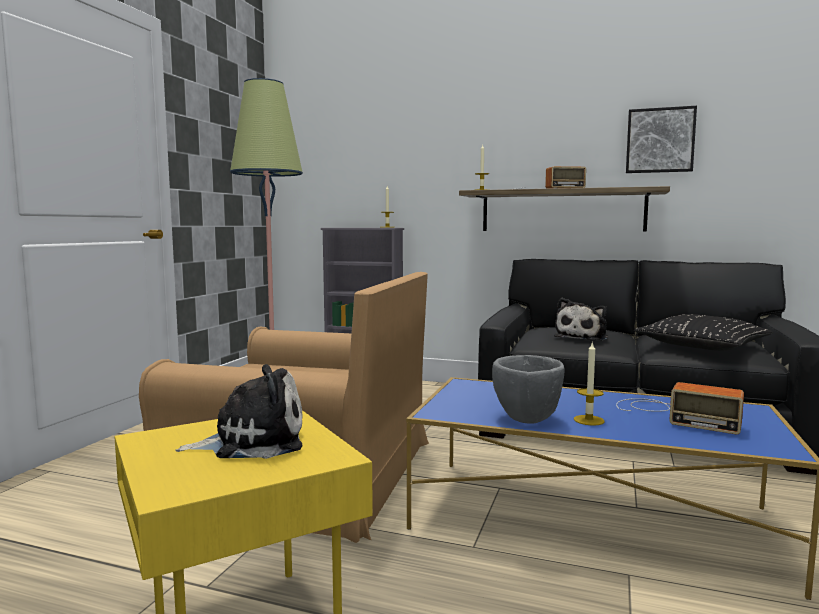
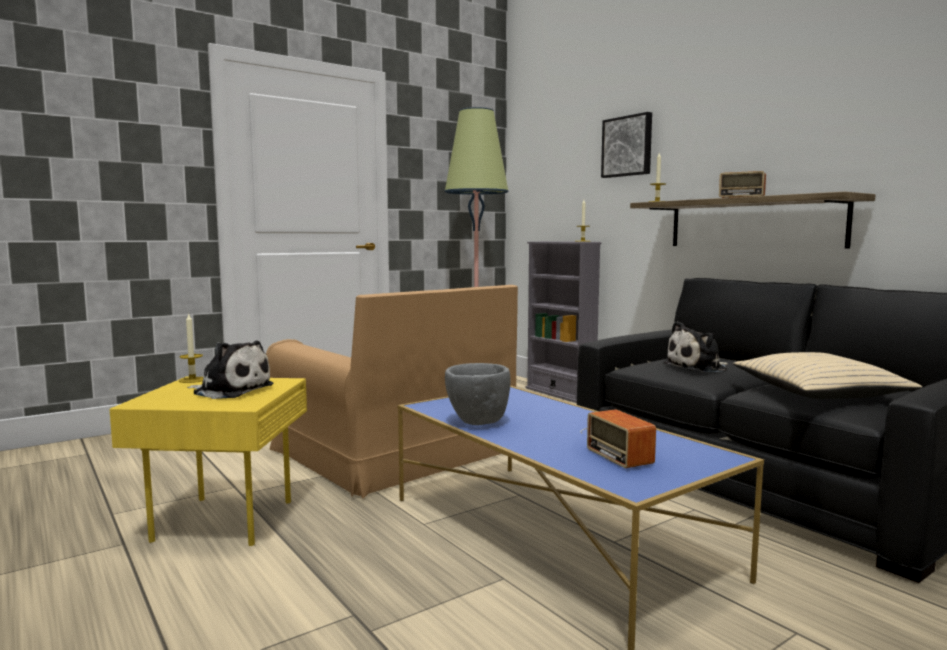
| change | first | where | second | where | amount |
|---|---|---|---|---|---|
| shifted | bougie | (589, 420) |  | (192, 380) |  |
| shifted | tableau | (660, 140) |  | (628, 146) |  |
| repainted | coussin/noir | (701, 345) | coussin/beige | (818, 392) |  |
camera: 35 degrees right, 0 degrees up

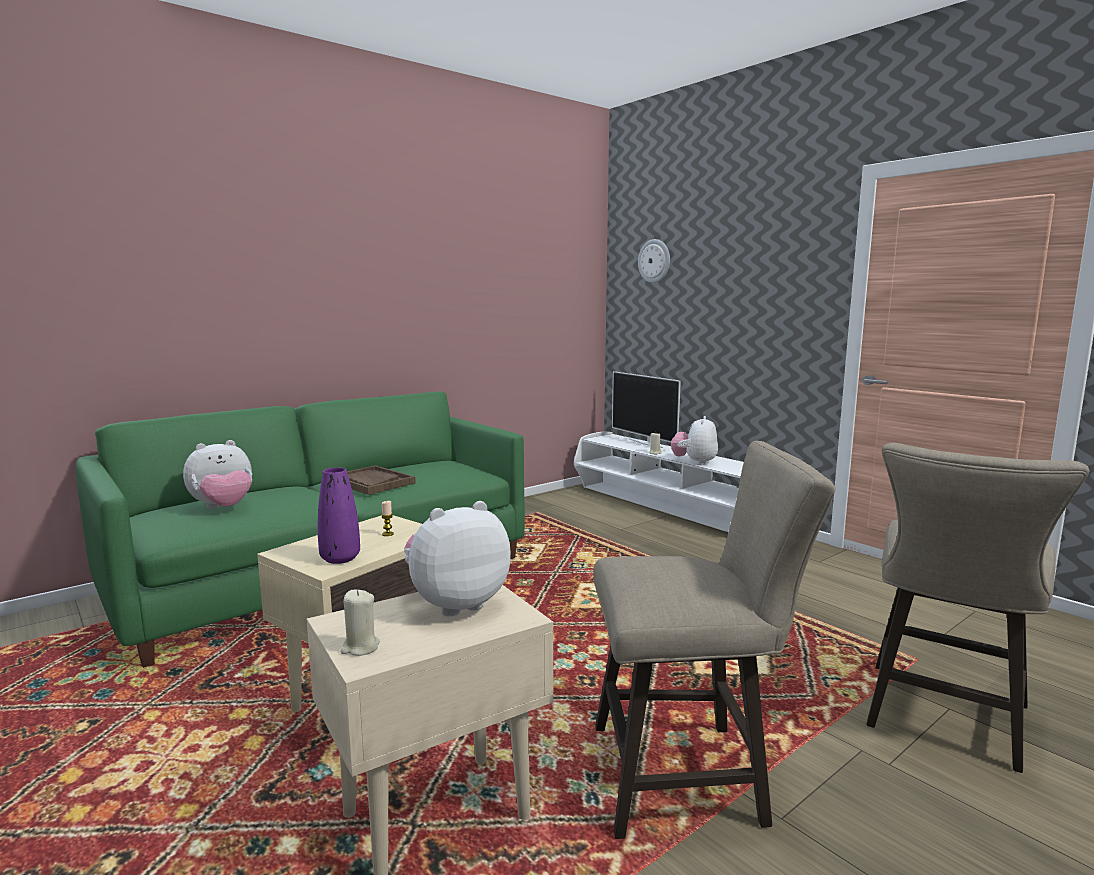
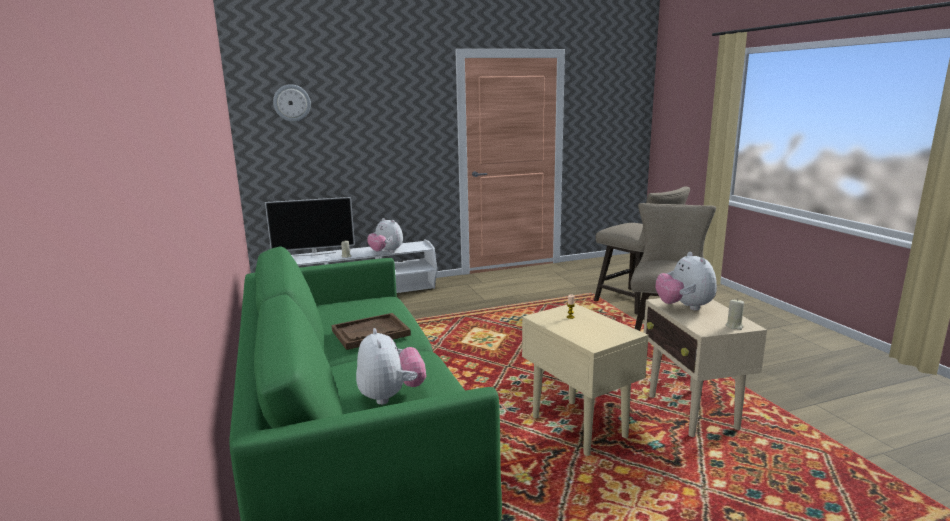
| change | first | where | second | where | amount |
|---|---|---|---|---|---|
| gone | vase/violet | (340, 559) |  |  |  |
camera: 70 degrees left, 5 degrees up

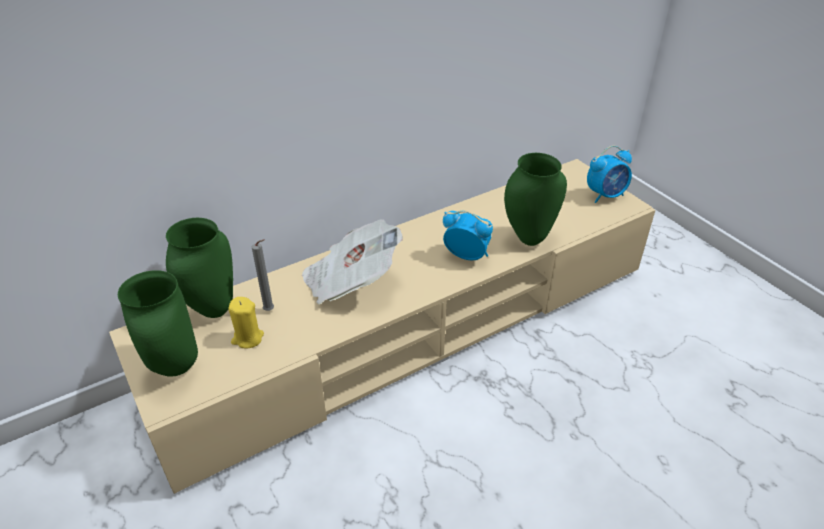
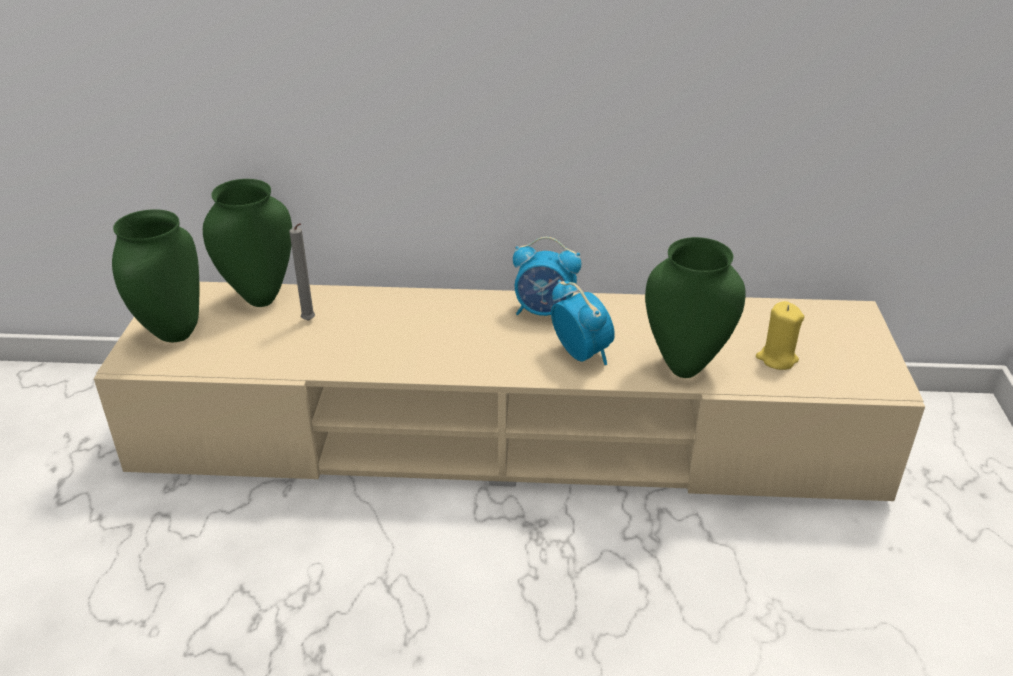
| change | first | where | second | where | amount |
|---|---|---|---|---|---|
| gone | journal | (351, 281) |  |  |  |
| shifted | bougie/jaune | (247, 338) |  | (776, 359) |  |
| shifted | réveil | (605, 195) |  | (544, 312) |  |
camera: 35 degrees right, 5 degrees down

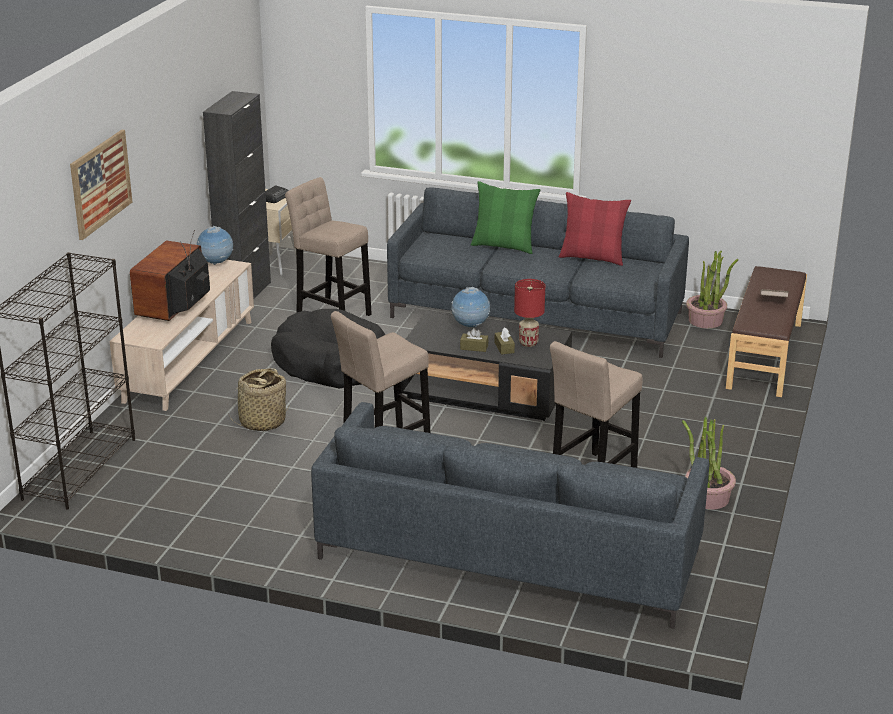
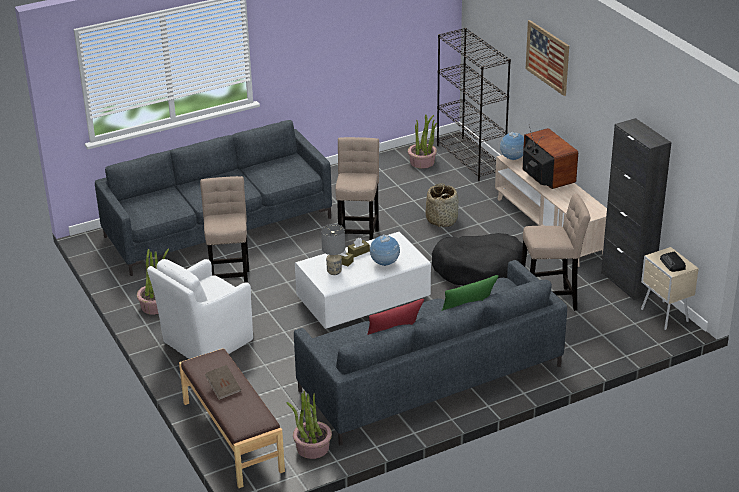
| change | first | where | second | where | amount |
|---|---|---|---|---|---|
| new |  |  | fauteuil/blanc | (205, 342) |  |
| new |  |  | plante en pot | (422, 162) |  |
| shifted | globe | (216, 263) |  | (513, 159) |  |
| repainted | table basse/noir | (486, 392) | table basse/blanc | (363, 301) |  |
| repainted | lampe de table/rouge | (528, 343) | lampe de table/gris | (334, 271) |  |
camera: 135 degrees right, 5 degrees up

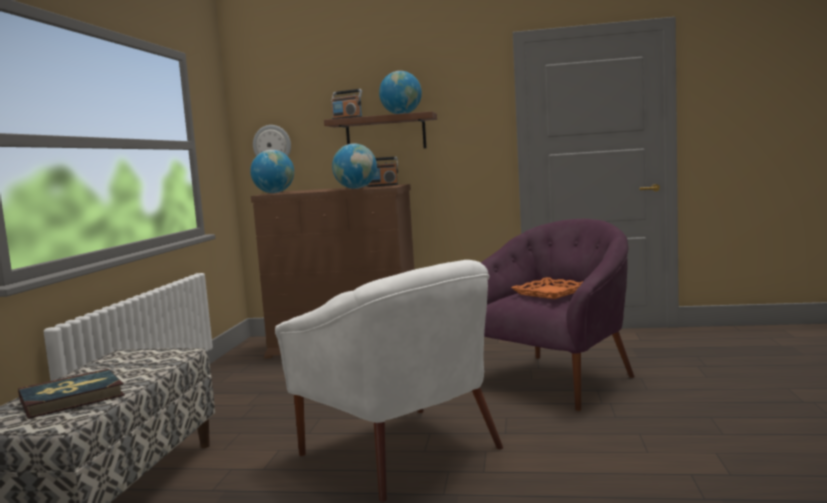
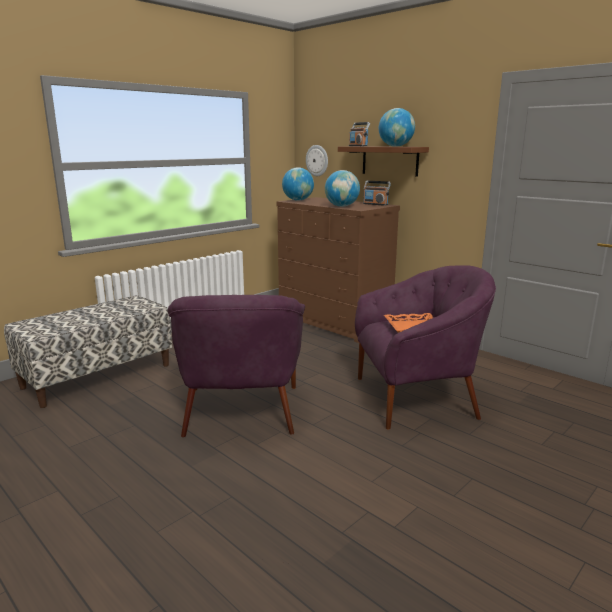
| change | first | where | second | where | amount |
|---|---|---|---|---|---|
| gone | livre | (72, 397) |  |  |  |
| repainted | fauteuil/blanc | (403, 451) | fauteuil/violet | (241, 410) |  |
camera: 35 degrees right, 10 degrees up

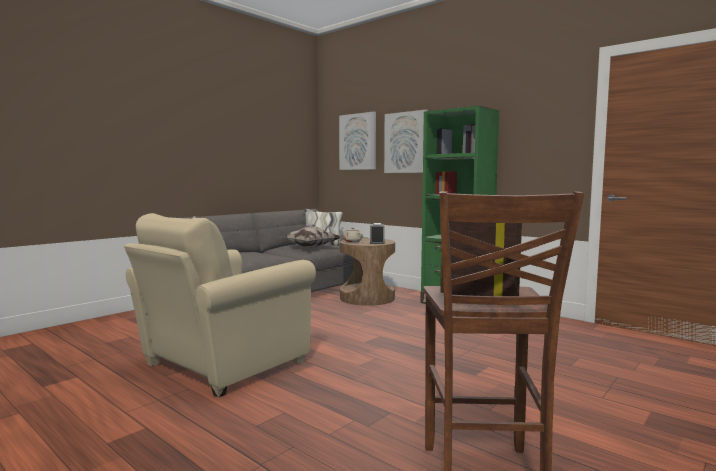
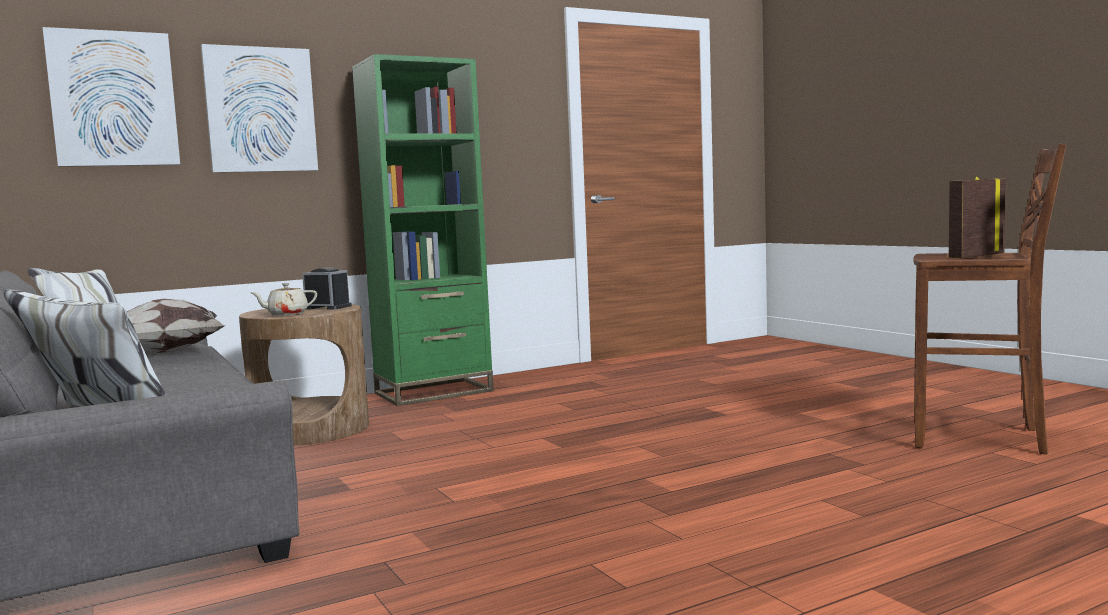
| change | first | where | second | where | amount |
|---|---|---|---|---|---|
| gone | fauteuil/beige | (220, 365) |  |  |  |
camera: 70 degrees left, 0 degrees up

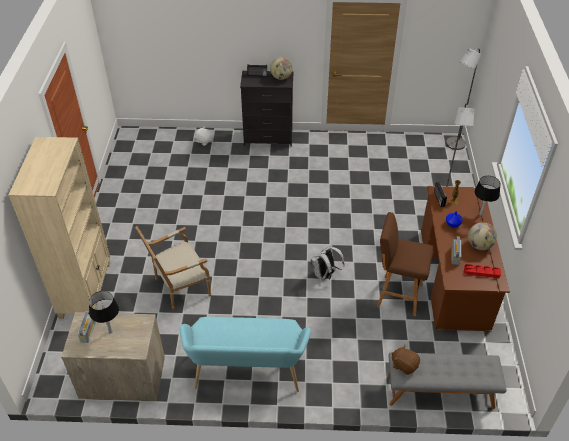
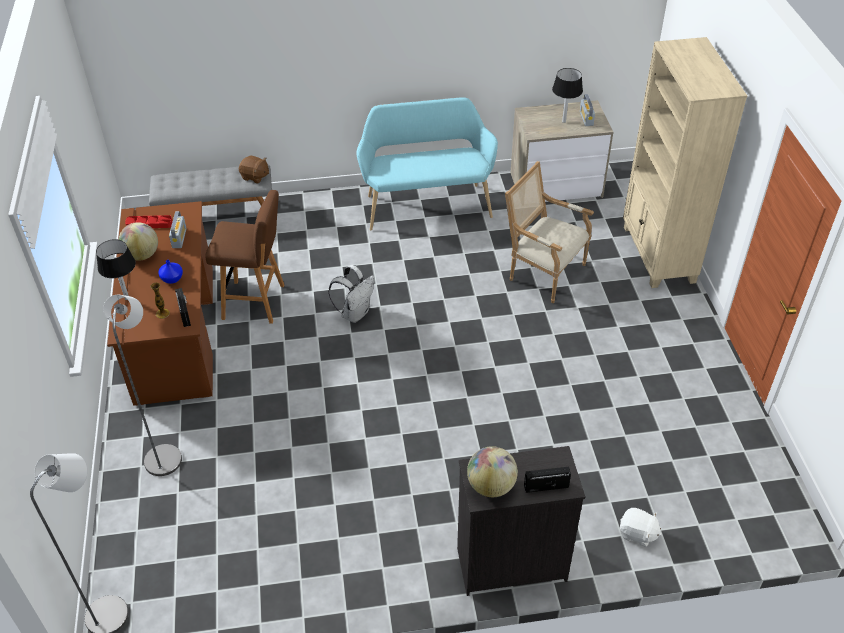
| change | first | where | second | where | amount |
|---|---|---|---|---|---|
| rotated | fauteuil | (179, 287) |  | (543, 272) | 105 degrees counterclockwise |
camera: 170 degrees right, 0 degrees up

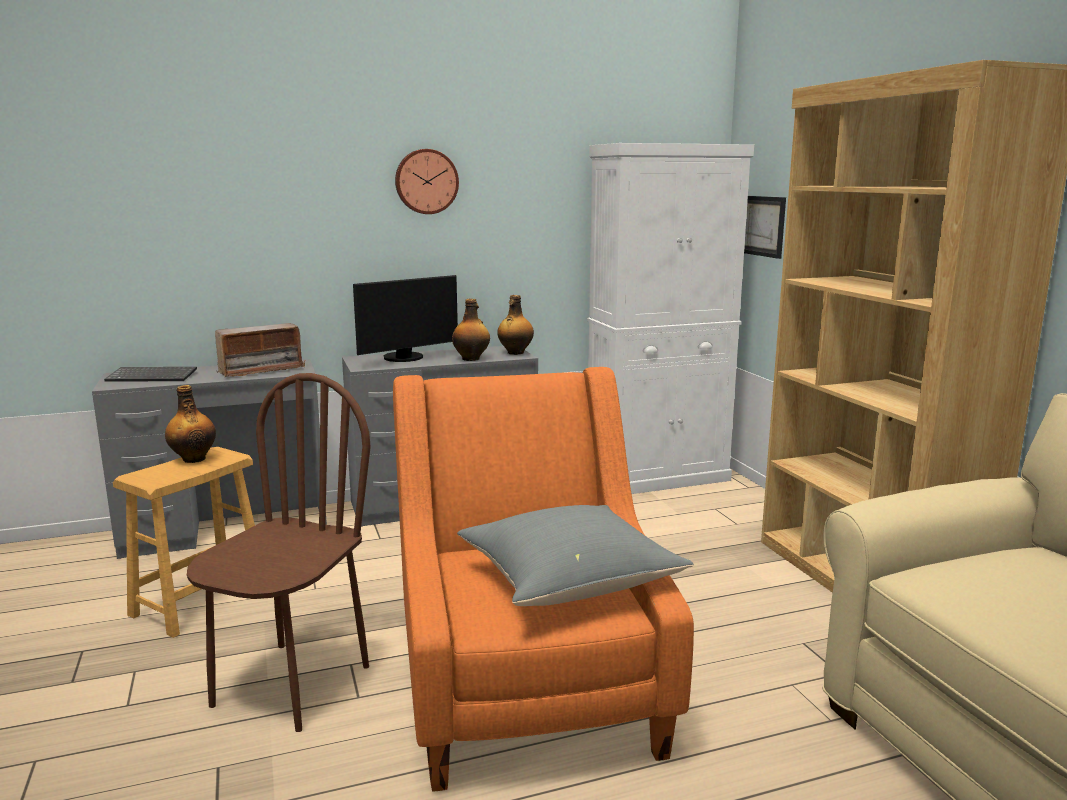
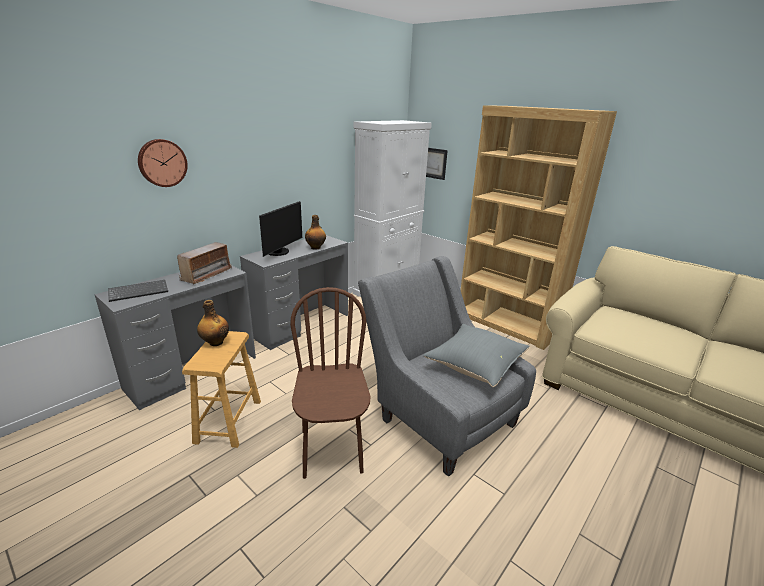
| change | first | where | second | where | amount |
|---|---|---|---|---|---|
| gone | bouteille | (515, 353) |  |  |  |
| shifted | horloge murale | (426, 181) |  | (162, 163) |  |
| repainted | fauteuil/orange | (528, 690) | fauteuil/gris | (438, 414) |  |
camera: 30 degrees left, 10 degrees up

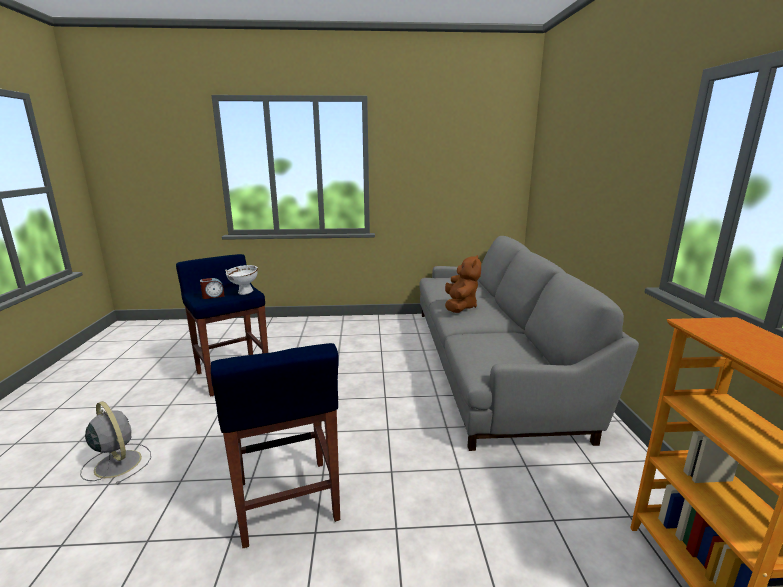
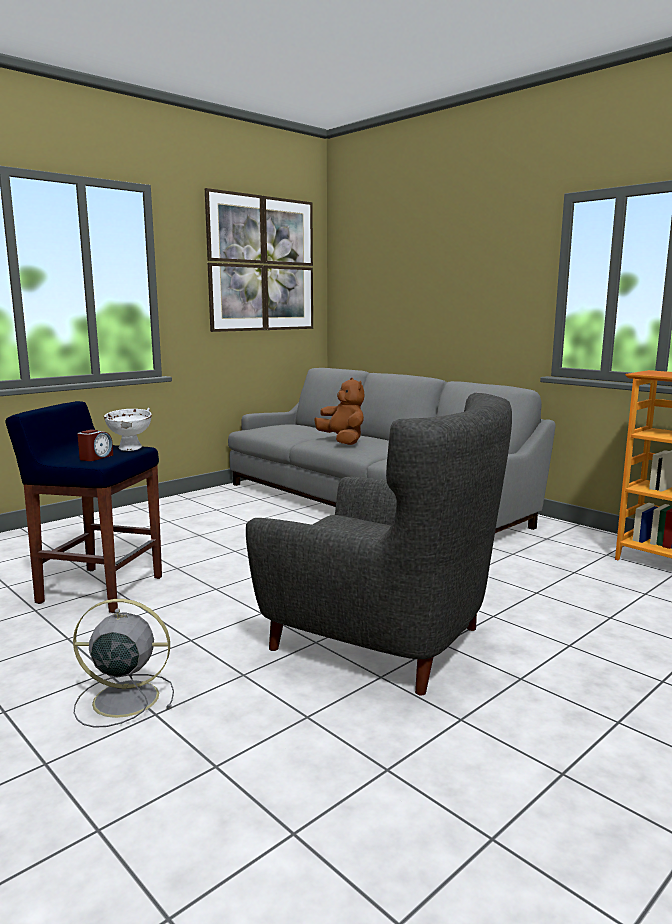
| change | first | where | second | where | amount |
|---|---|---|---|---|---|
| new |  |  | tableau | (262, 264) |  |
| swapped | tabouret/bleu | (287, 502) | fauteuil/gris | (383, 640) |  |
camera: 40 degrees left, 5 degrees down

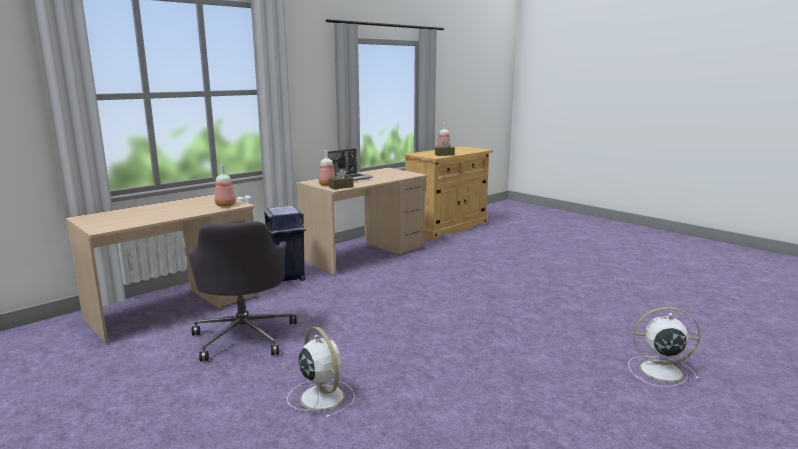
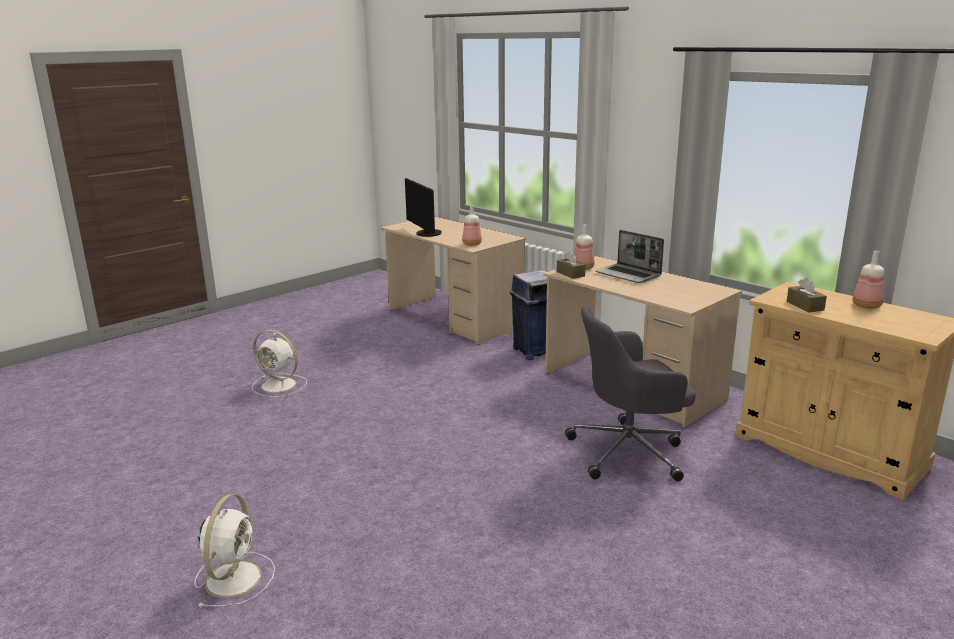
| change | first | where | second | where | amount |
|---|---|---|---|---|---|
| new |  |  | écran d'ordinateur | (426, 233) |  |
| shifted | chaise de bureau/gris | (244, 336) |  | (629, 451) |  |
| rotated | ventilateur/blanc | (321, 396) |  | (280, 385) | 60 degrees clockwise |
camera: 90 degrees right, 5 degrees up

